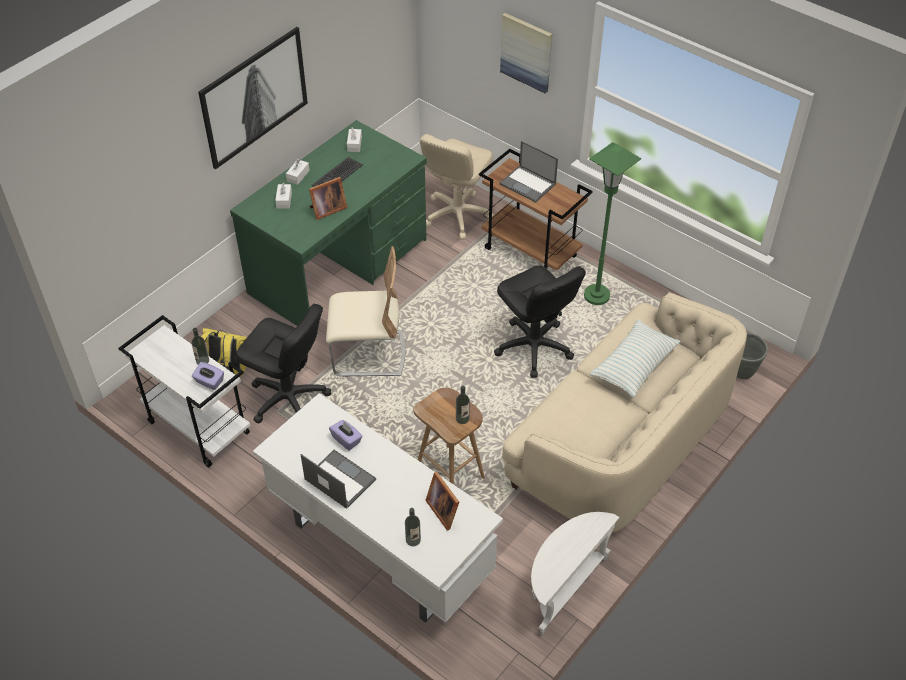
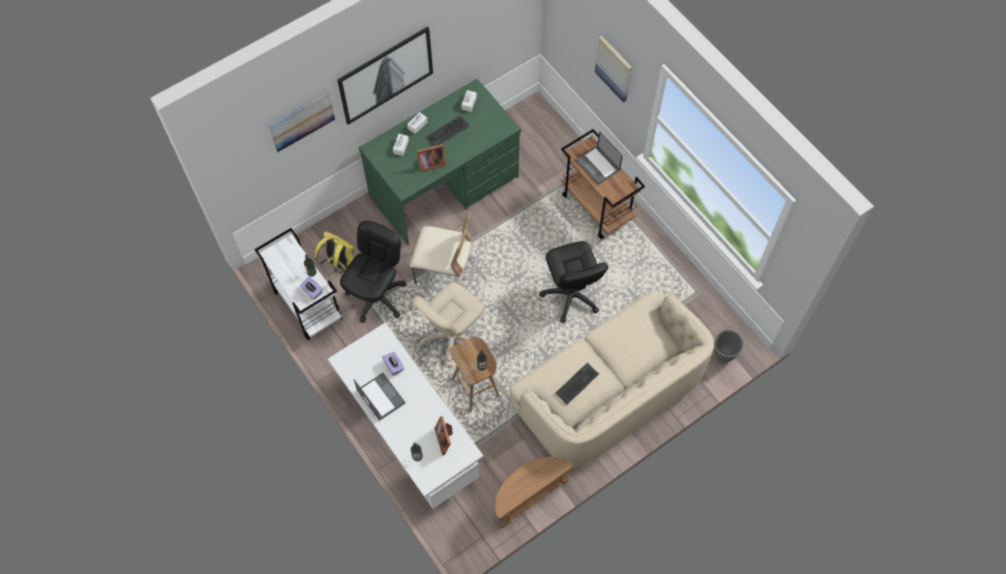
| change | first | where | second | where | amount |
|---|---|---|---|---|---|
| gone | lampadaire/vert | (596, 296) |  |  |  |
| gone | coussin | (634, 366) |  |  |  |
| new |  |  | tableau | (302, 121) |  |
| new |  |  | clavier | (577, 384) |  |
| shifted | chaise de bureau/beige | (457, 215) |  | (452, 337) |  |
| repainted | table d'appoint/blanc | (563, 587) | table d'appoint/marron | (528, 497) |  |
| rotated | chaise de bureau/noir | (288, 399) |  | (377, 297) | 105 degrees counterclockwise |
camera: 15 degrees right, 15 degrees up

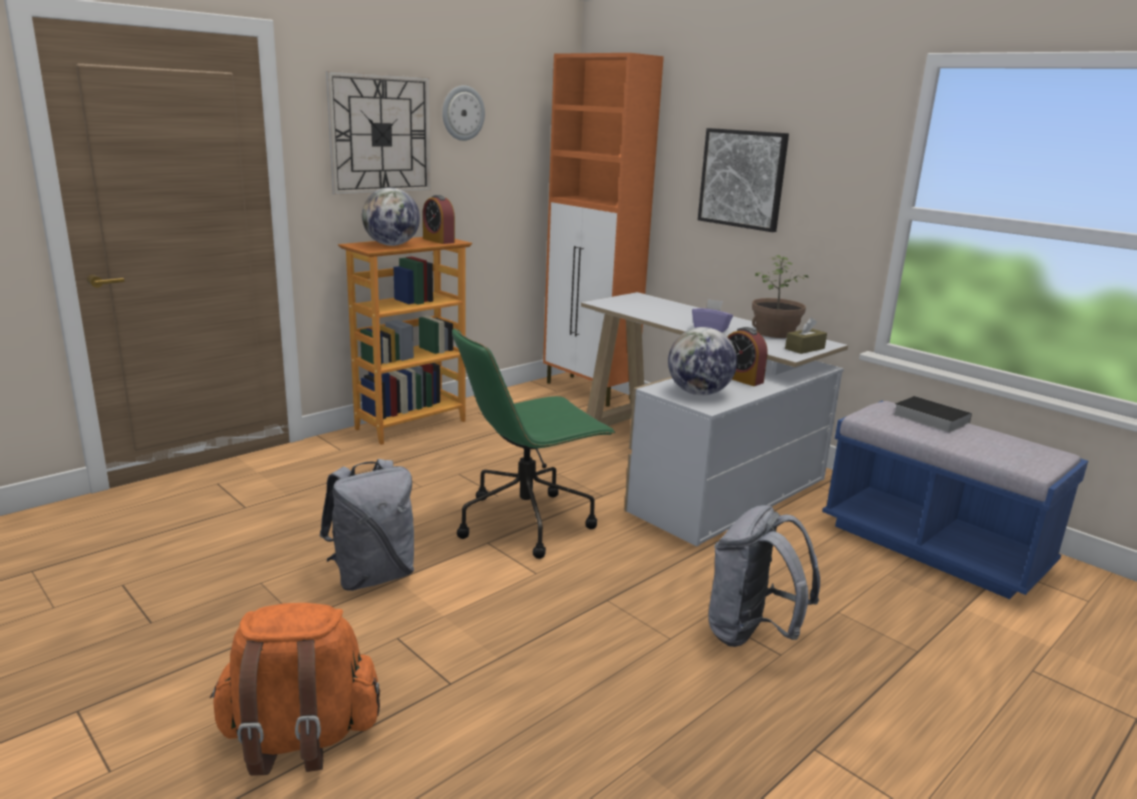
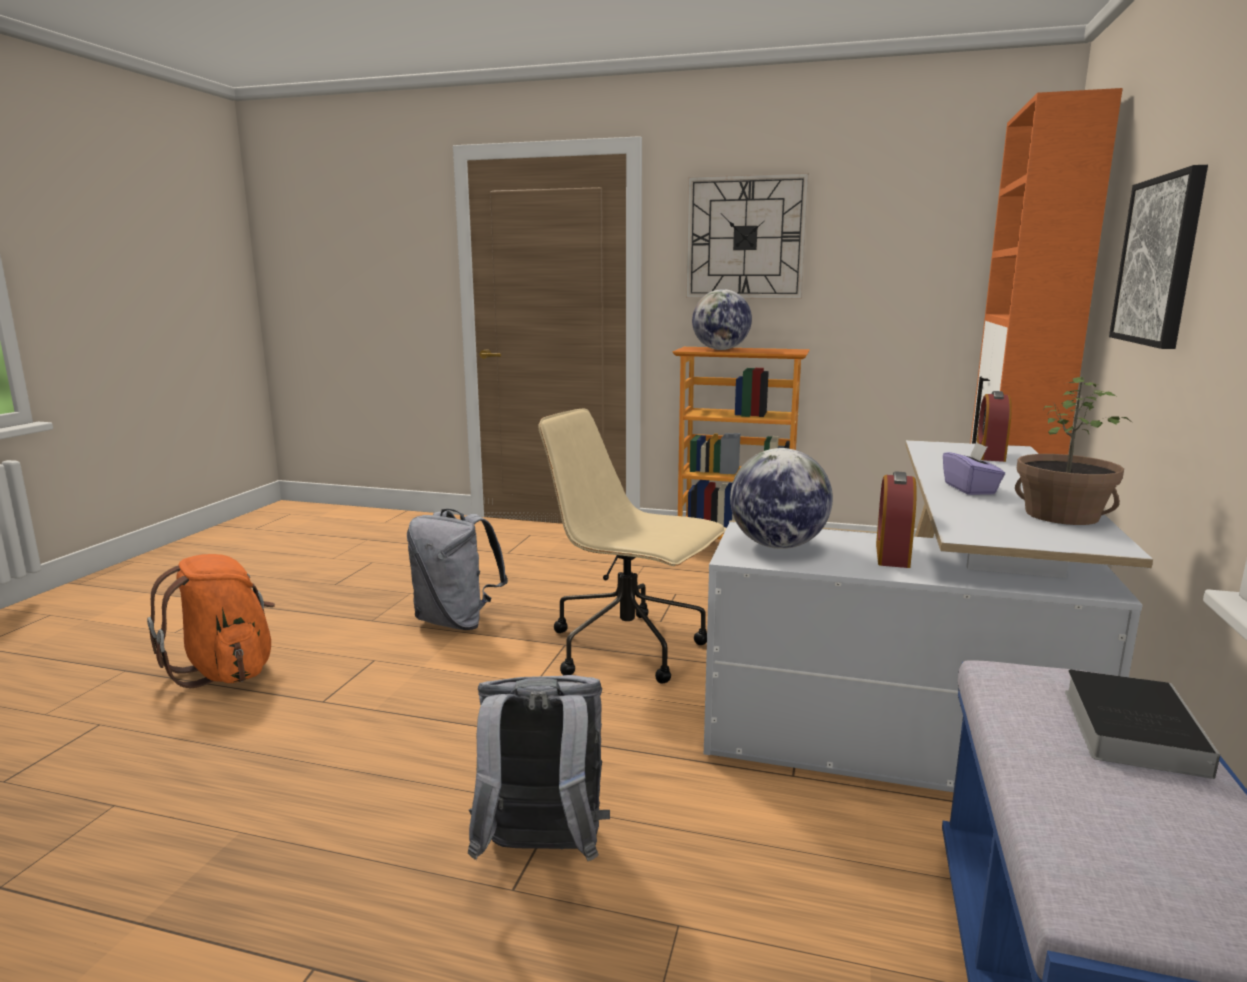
| change | first | where | second | where | amount |
|---|---|---|---|---|---|
| gone | horloge murale | (462, 113) |  |  |  |
| gone | boîte à mouchoirs/marron | (804, 348) |  |  |  |
| shifted | réveil | (438, 240) |  | (990, 455) |  |
| repainted | chaise de bureau/vert | (527, 521) | chaise de bureau/beige | (629, 648) |  |
camera: 60 degrees right, 5 degrees down

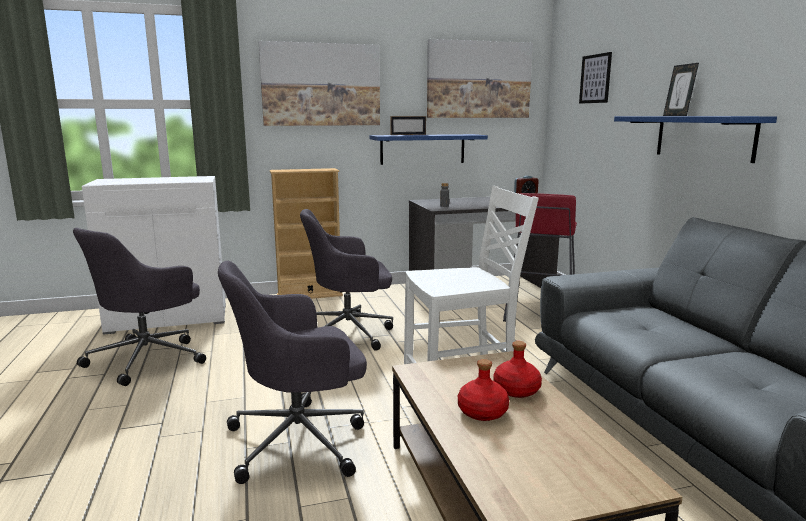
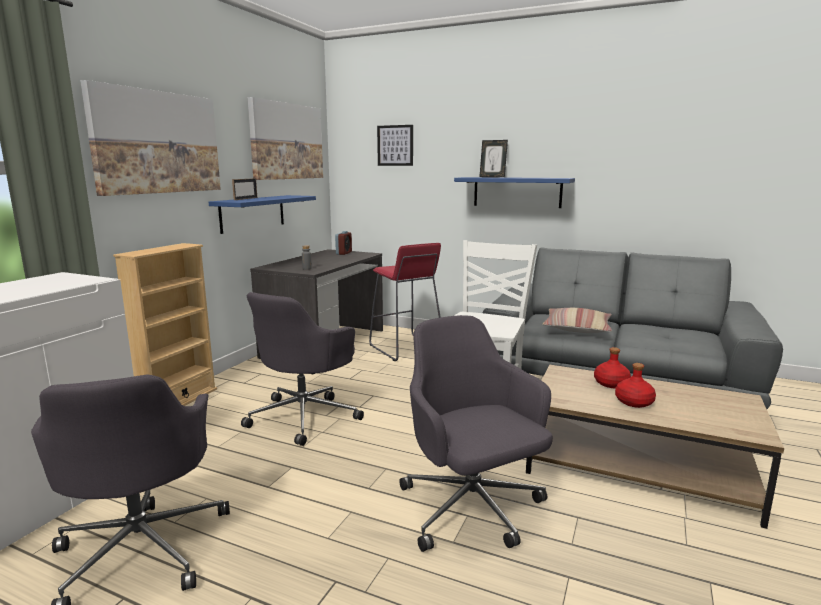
| change | first | where | second | where | amount |
|---|---|---|---|---|---|
| new |  |  | coussin | (577, 328) |  |
| rotated | chaise de bureau/gris | (300, 440) |  | (472, 509) | 135 degrees clockwise |
camera: 50 degrees left, 0 degrees up

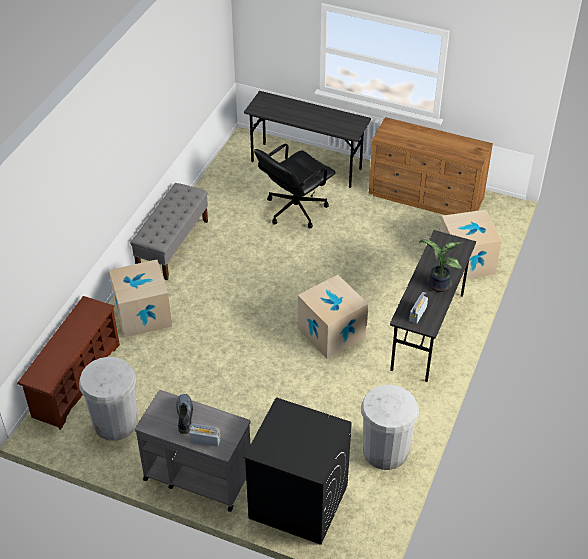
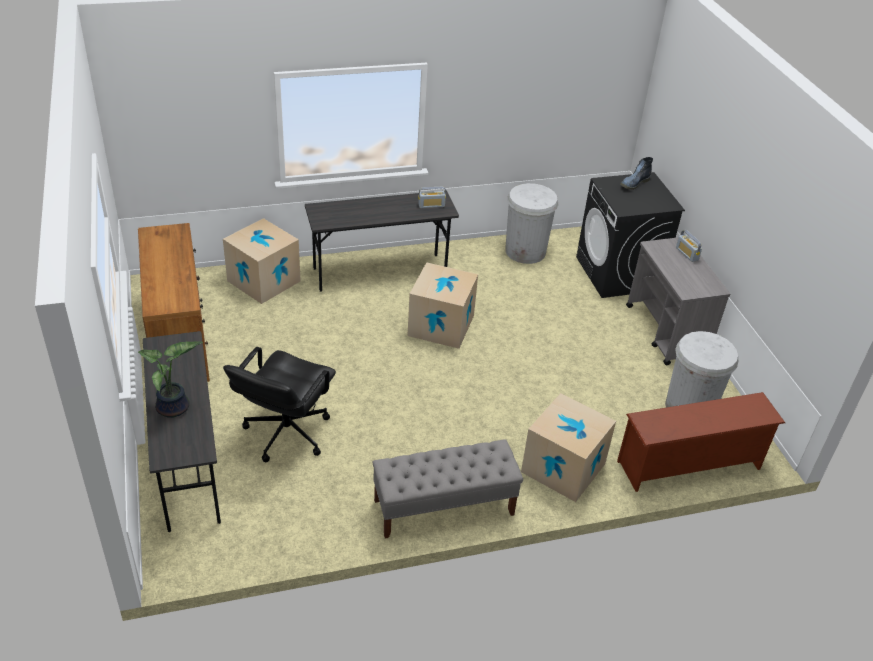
| change | first | where | second | where | amount |
|---|---|---|---|---|---|
| shifted | botte | (184, 415) |  | (634, 184) |  |
| shifted | plante en pot | (437, 285) |  | (174, 409) |  |
| rotated | chaise de bureau/noir | (294, 209) |  | (285, 433) | 105 degrees clockwise |
camera: 130 degrees left, 5 degrees down

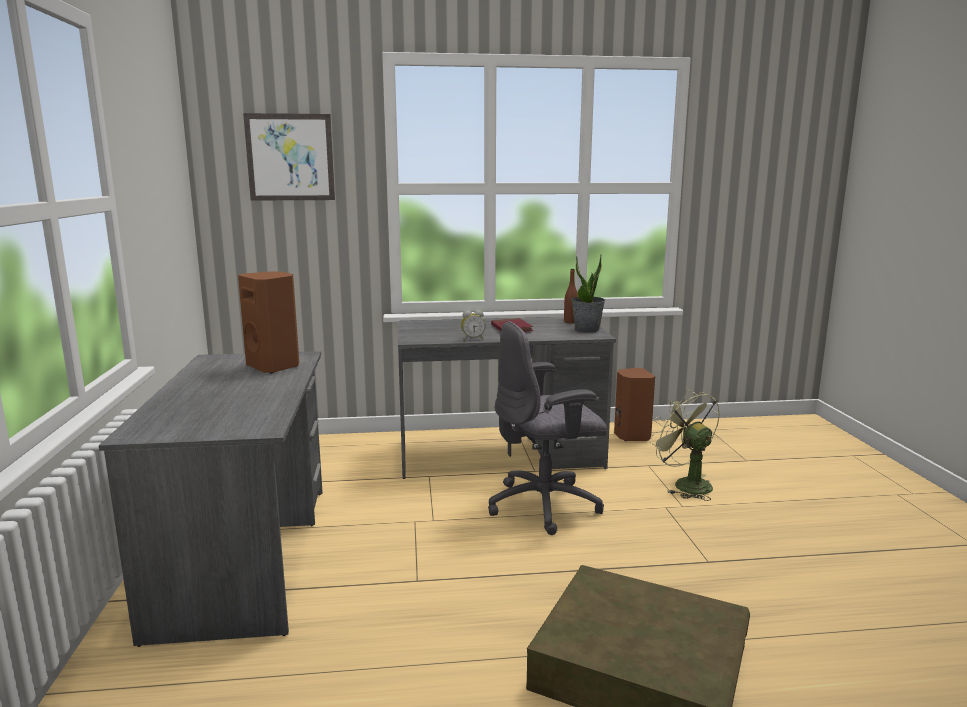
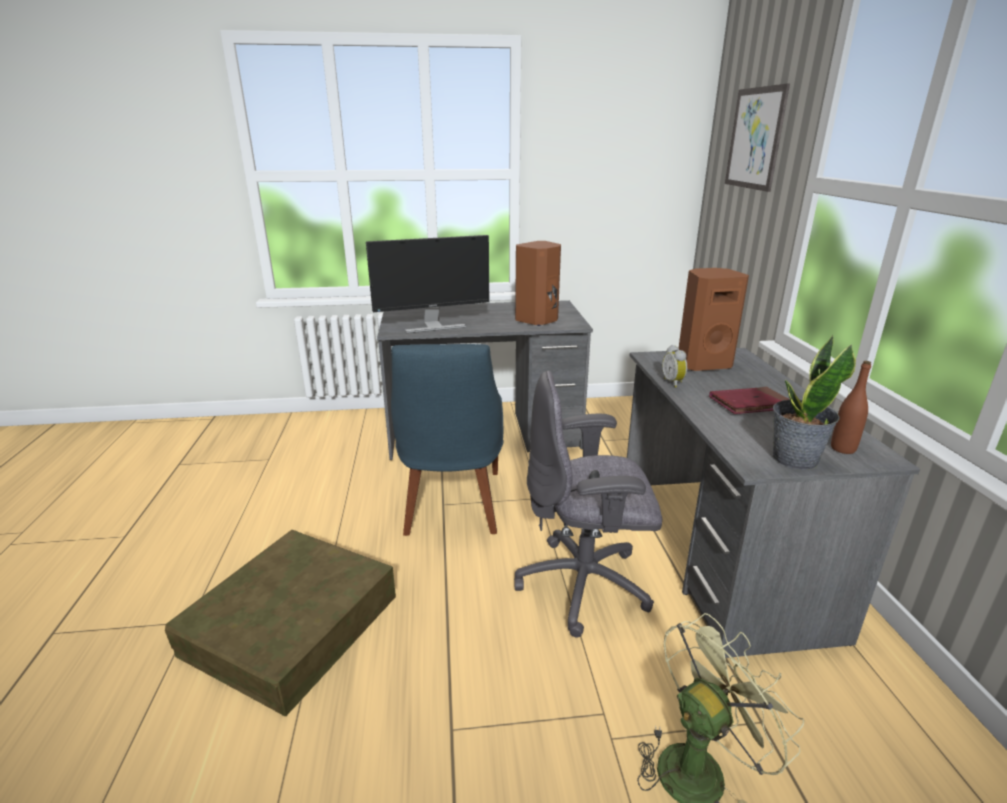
| change | first | where | second | where | amount |
|---|---|---|---|---|---|
| new |  |  | écran d'ordinateur | (433, 326) |  |
| new |  |  | chaise/bleu | (452, 505) |  |
| shifted | enceinte/marron | (631, 436) |  | (702, 364) |  |
| rotated | chaise de bureau/gris | (546, 505) |  | (585, 585) | 75 degrees counterclockwise |
camera: 90 degrees right, 10 degrees up

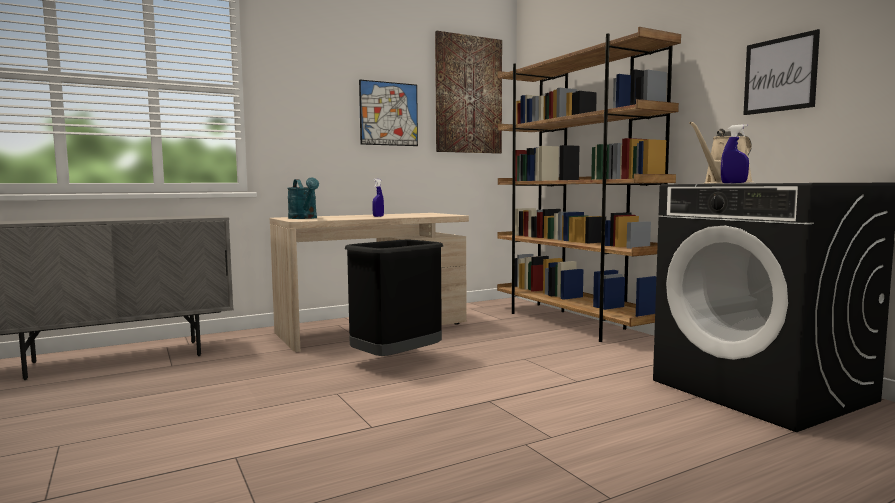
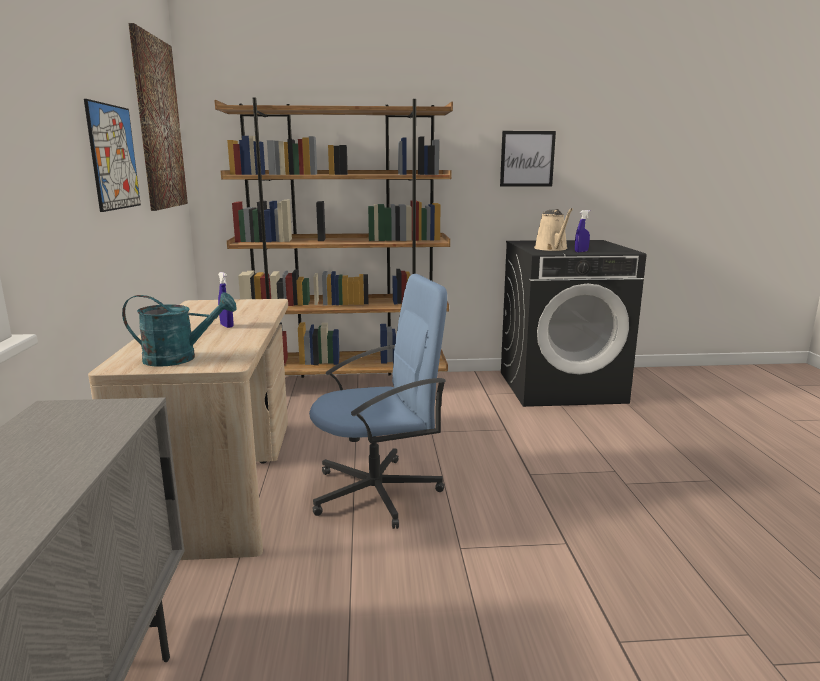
| change | first | where | second | where | amount |
|---|---|---|---|---|---|
| swapped | poubelle/noir | (396, 361) | chaise de bureau/bleu | (377, 492) |  |
camera: 65 degrees left, 10 degrees up

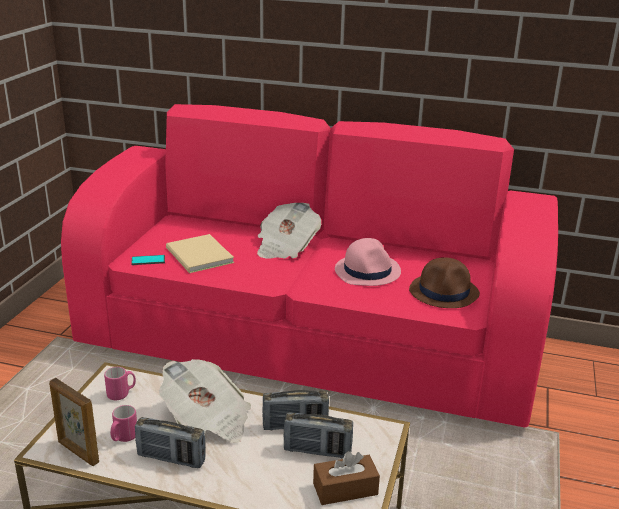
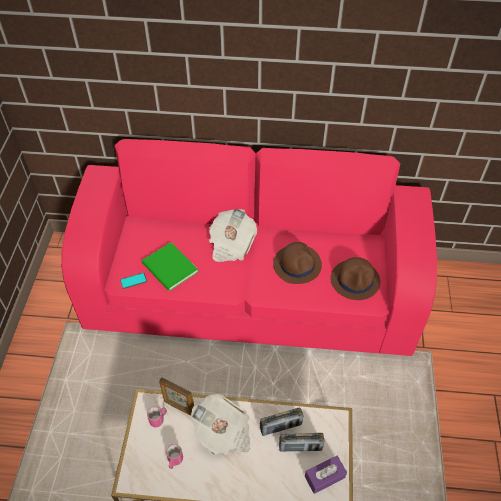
| change | first | where | second | where | amount |
|---|---|---|---|---|---|
| gone | radio | (171, 458) |  |  |  |
| shifted | cadre photo | (78, 452) |  | (179, 407) |  |
| repainted | livre/beige | (198, 256) | livre/vert | (169, 269) |  |
| repainted | boîte à mouchoirs/marron | (345, 489) | boîte à mouchoirs/violet | (324, 477) |  |
| repainted | chapeau/rose | (367, 271) | chapeau/marron | (297, 264) |  |
camera: 10 degrees left, 25 degrees up

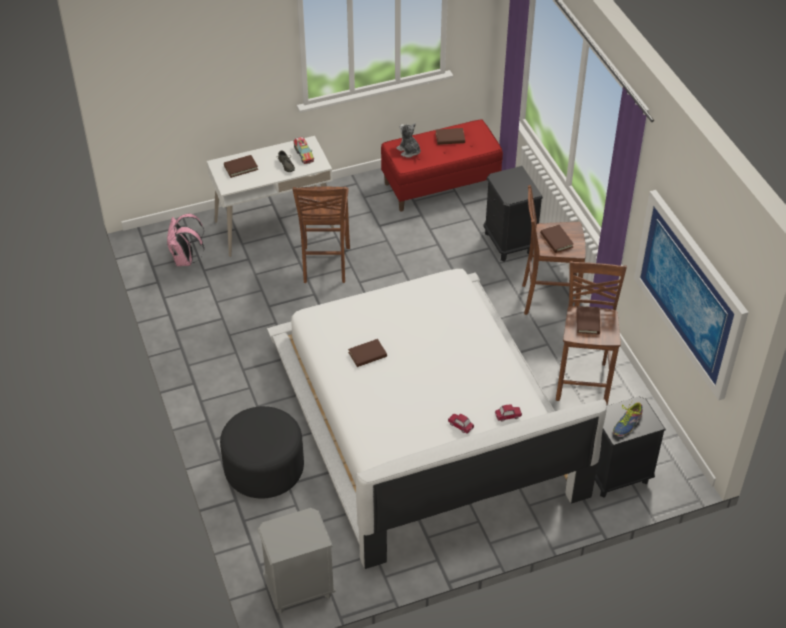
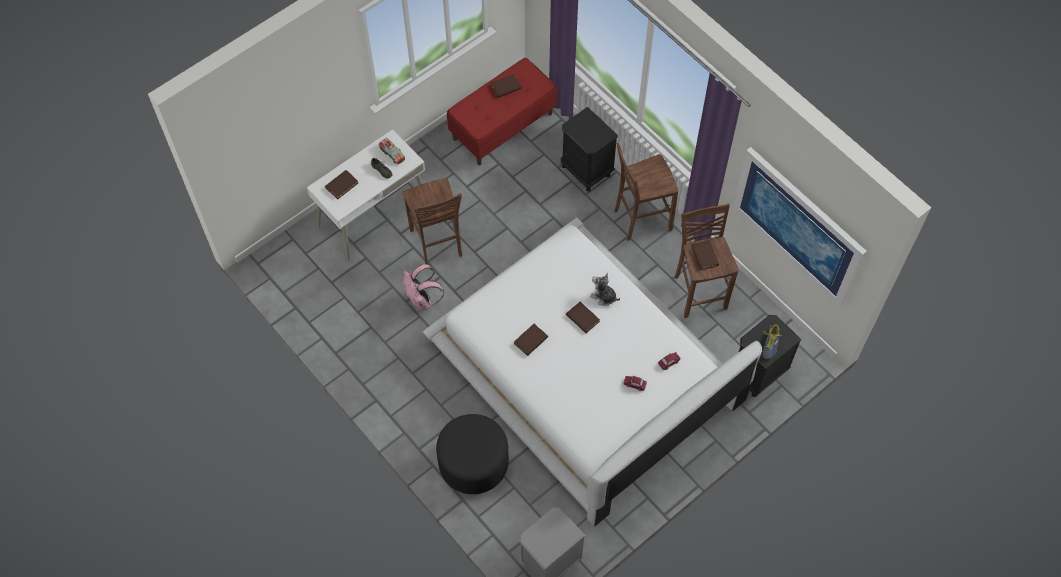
| change | first | where | second | where | amount |
|---|---|---|---|---|---|
| shifted | sac à dos/rose | (185, 259) |  | (422, 301) |  |
| shifted | peluche | (409, 151) |  | (603, 296) |  |
| shifted | livre/marron | (556, 240) |  | (582, 318) |  |
camera: 20 degrees left, 15 degrees up

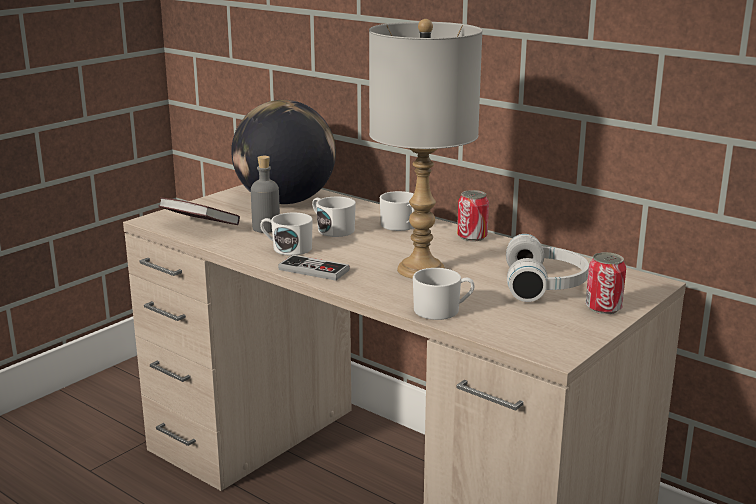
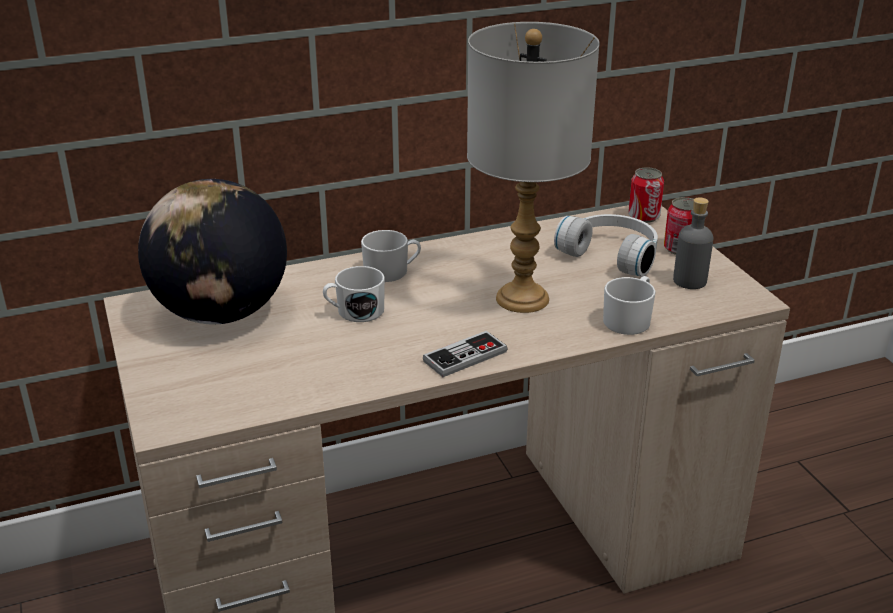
| change | first | where | second | where | amount |
|---|---|---|---|---|---|
| gone | livre | (200, 227) |  |  |  |
| gone | mug/blanc | (287, 248) |  |  |  |
| shifted | bouteille/gris | (266, 228) |  | (689, 281) |  |
| shifted | boîte métallique | (472, 237) |  | (643, 216) |  |
camera: 60 degrees left, 10 degrees up

